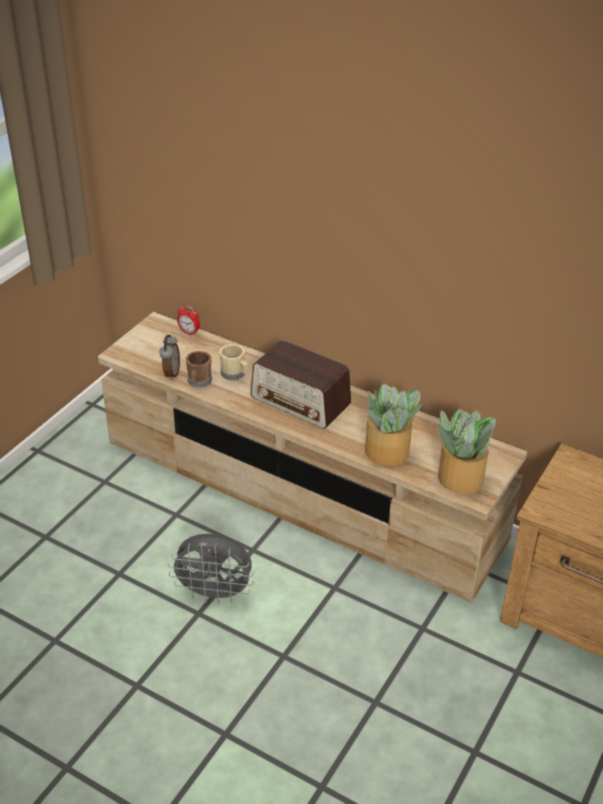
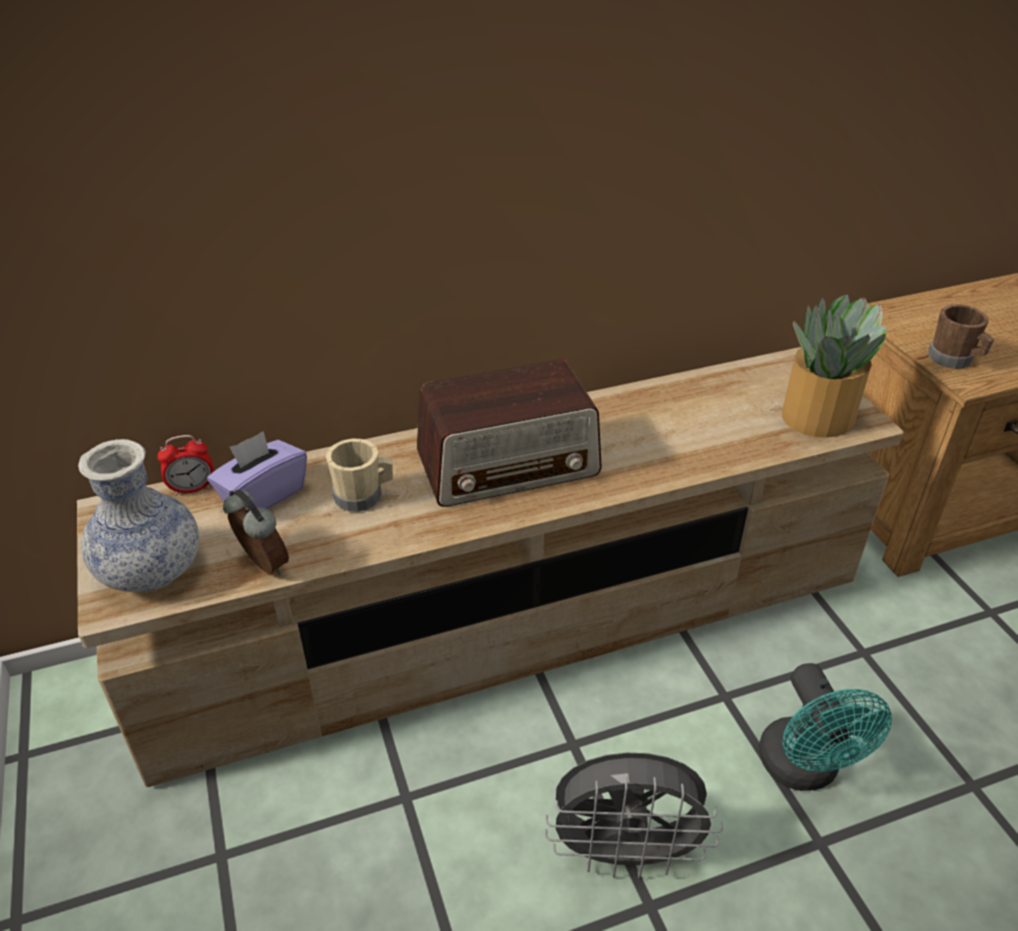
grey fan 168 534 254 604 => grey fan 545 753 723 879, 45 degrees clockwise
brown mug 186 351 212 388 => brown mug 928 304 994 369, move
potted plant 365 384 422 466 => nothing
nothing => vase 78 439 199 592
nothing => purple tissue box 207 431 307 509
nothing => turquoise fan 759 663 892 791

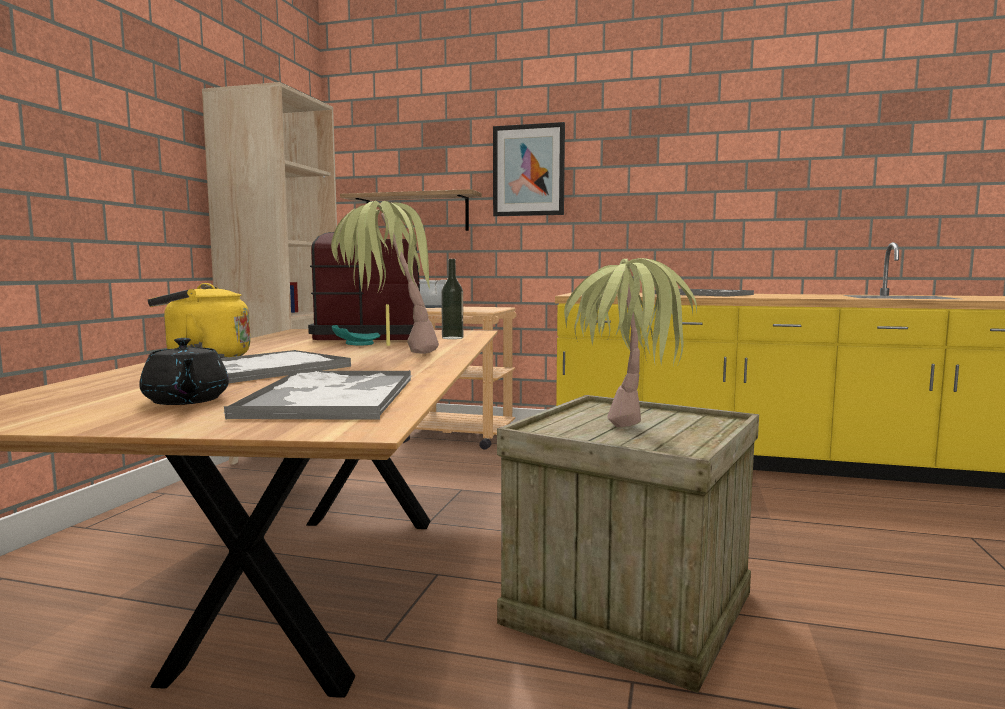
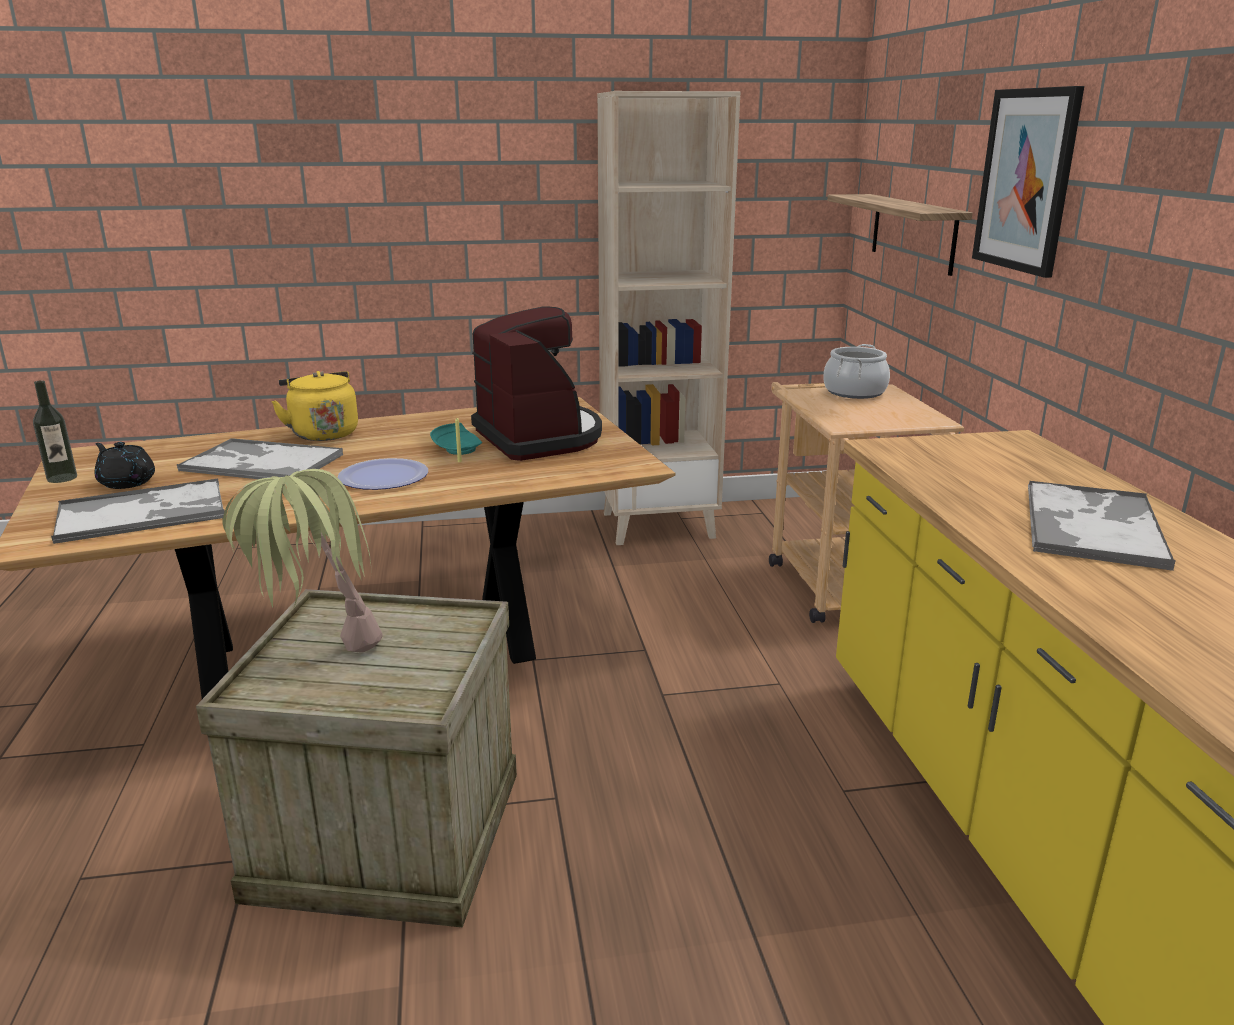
black teapot 139 338 229 405 => black teapot 95 442 155 489, 90 degrees clockwise
potted plant 331 201 439 354 => plate 338 458 428 490
bottle 441 259 463 339 => bottle 33 380 77 483, move

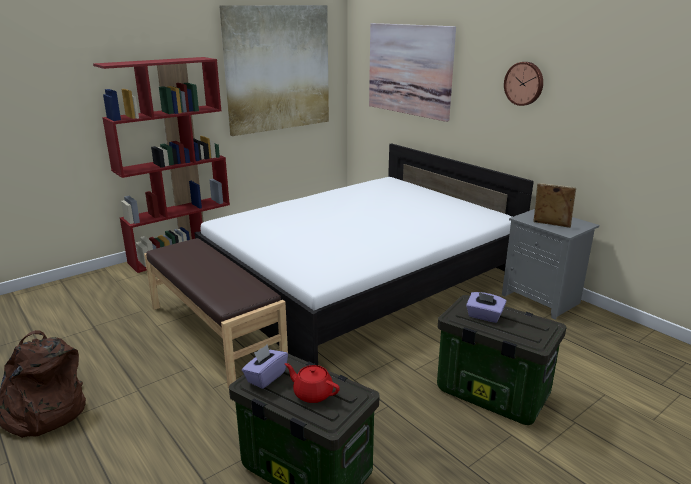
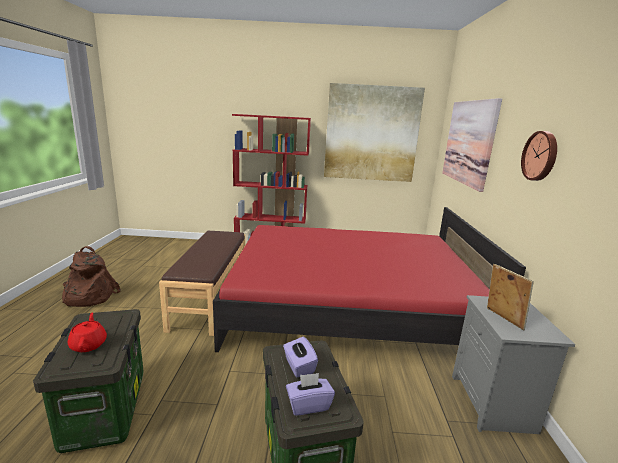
white bed 194 143 534 365 => red bed 213 207 526 352
purple tissue box 242 344 288 389 => purple tissue box 286 373 335 416, move

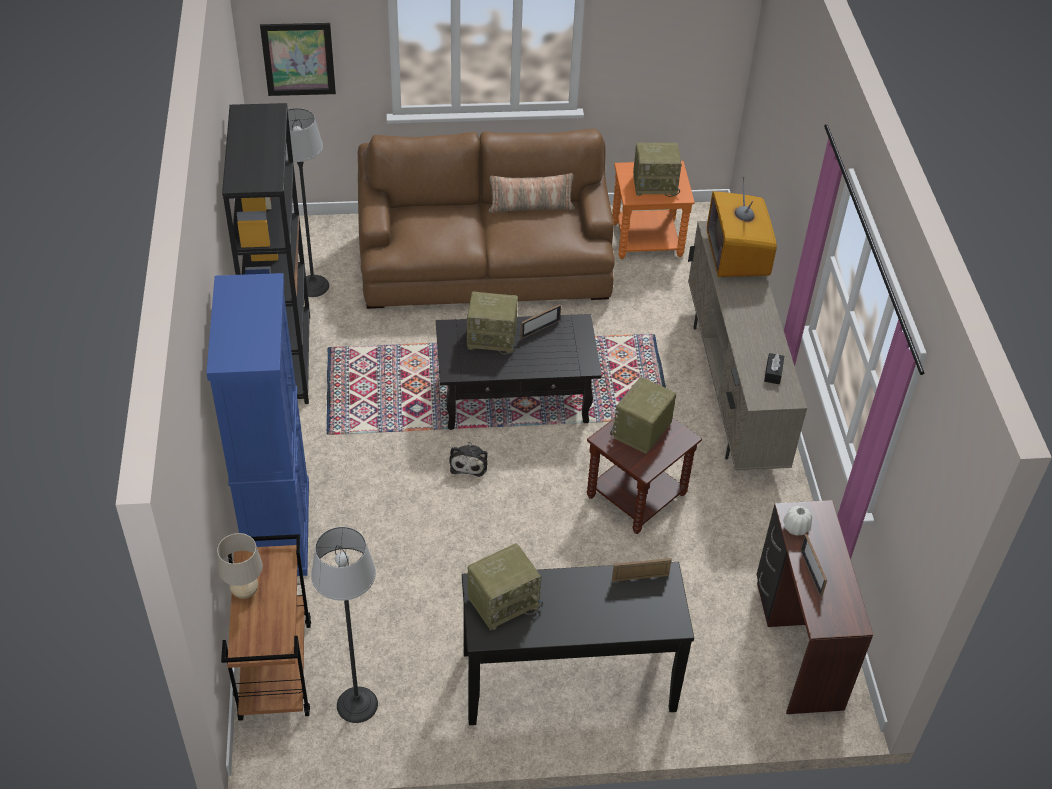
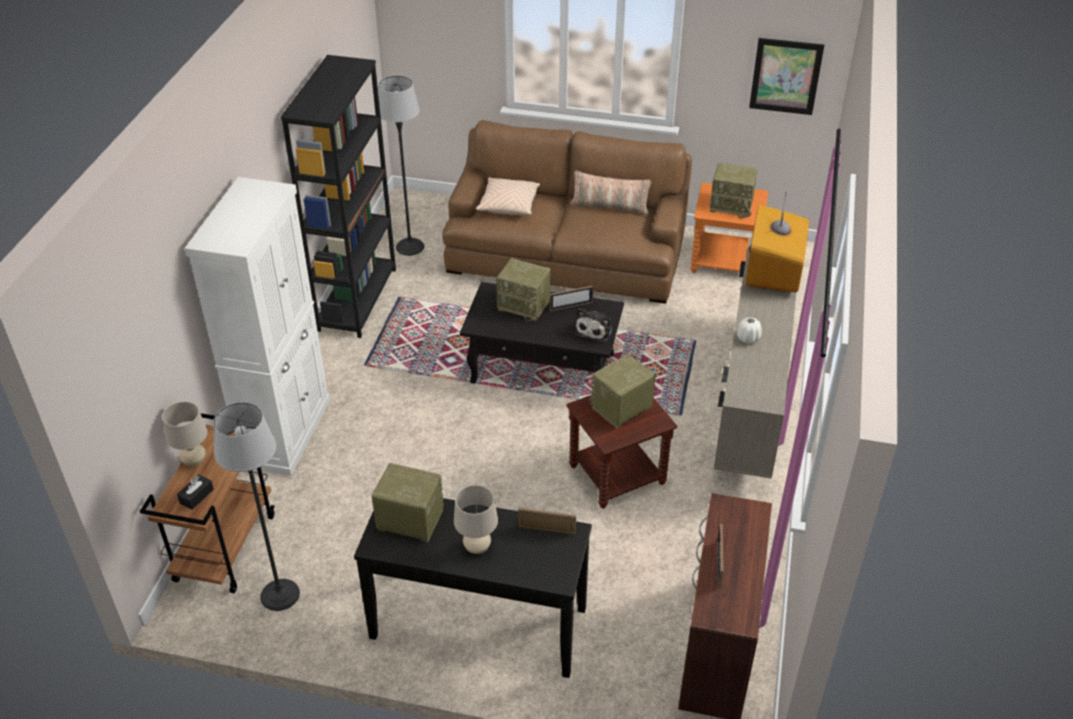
blue cabinet 206 273 309 576 => white cabinet 184 177 330 476
picture 260 23 336 96 => picture 749 38 824 115, move
plush toy 449 442 488 477 => plush toy 574 308 612 342, move
radio 468 543 543 630 => radio 372 463 444 542, 150 degrees counterclockwise
black tissue box 764 353 784 384 => black tissue box 177 474 214 510, move
white vase 783 505 812 536 => white vase 737 317 762 344, move
nothing => beige table lamp 454 485 498 554
nothing => beige pillow 476 177 540 215

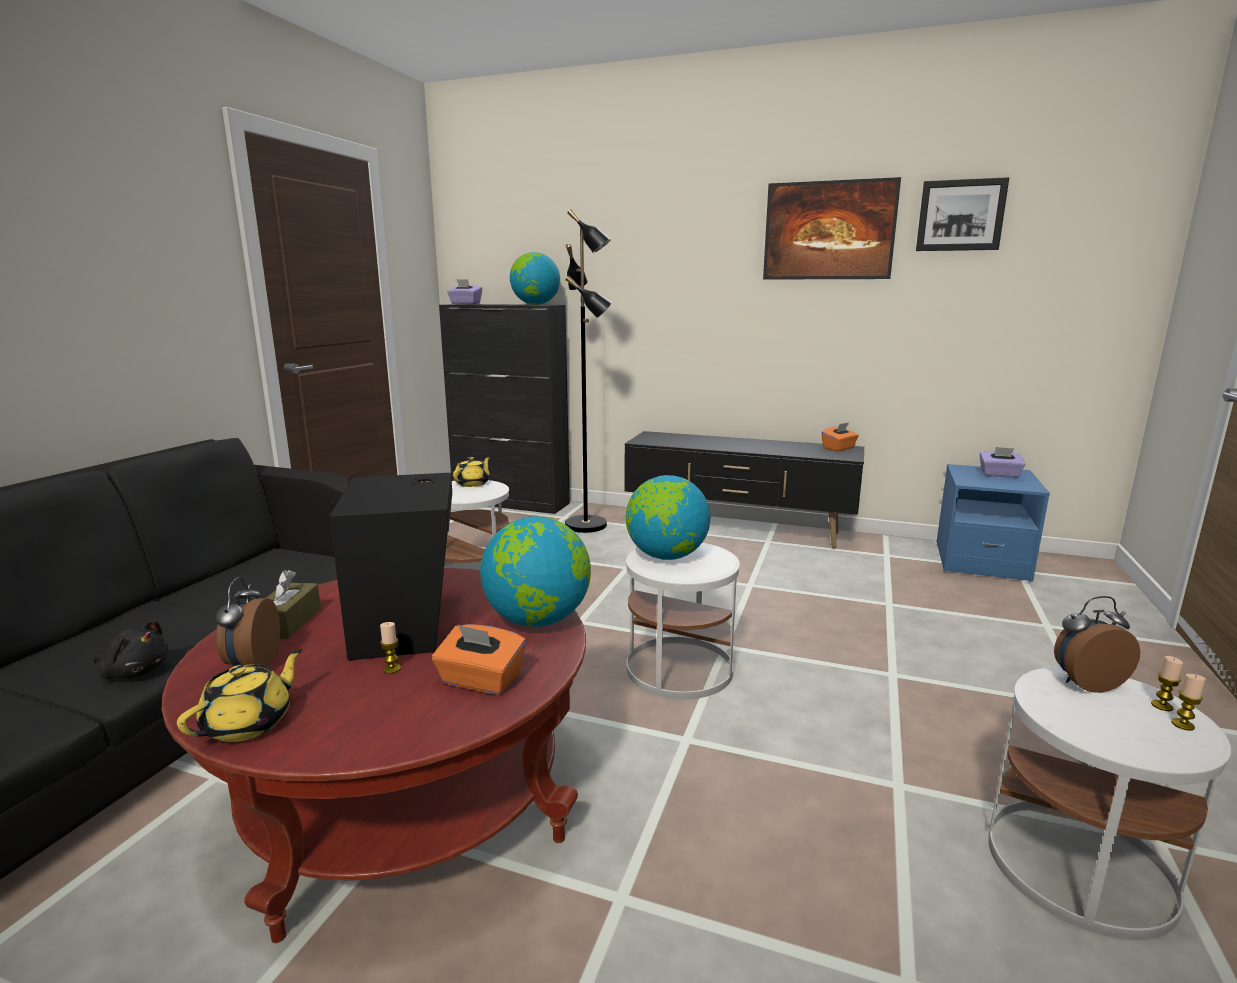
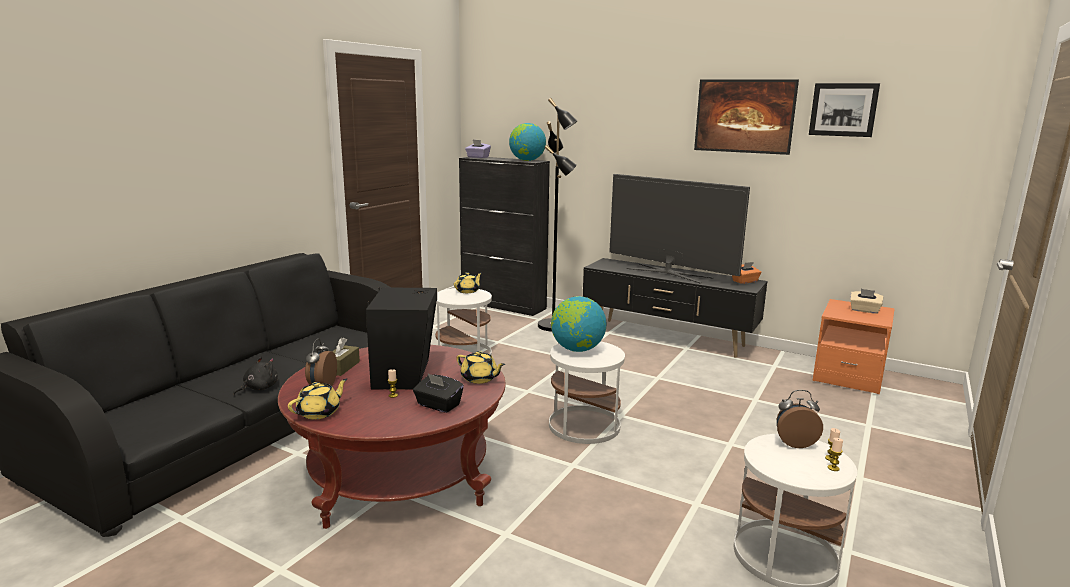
black plush toy 93 620 168 679 => black plush toy 233 357 278 395, 75 degrees counterclockwise
orange tissue box 432 624 526 695 => black tissue box 413 373 464 413
globe 480 516 591 627 => yellow teapot 457 351 505 384
blue nightstand 937 464 1050 582 => orange nightstand 812 299 895 394
purple tissue box 980 447 1025 478 => beige tissue box 850 289 883 314
nothing => television 609 174 750 284

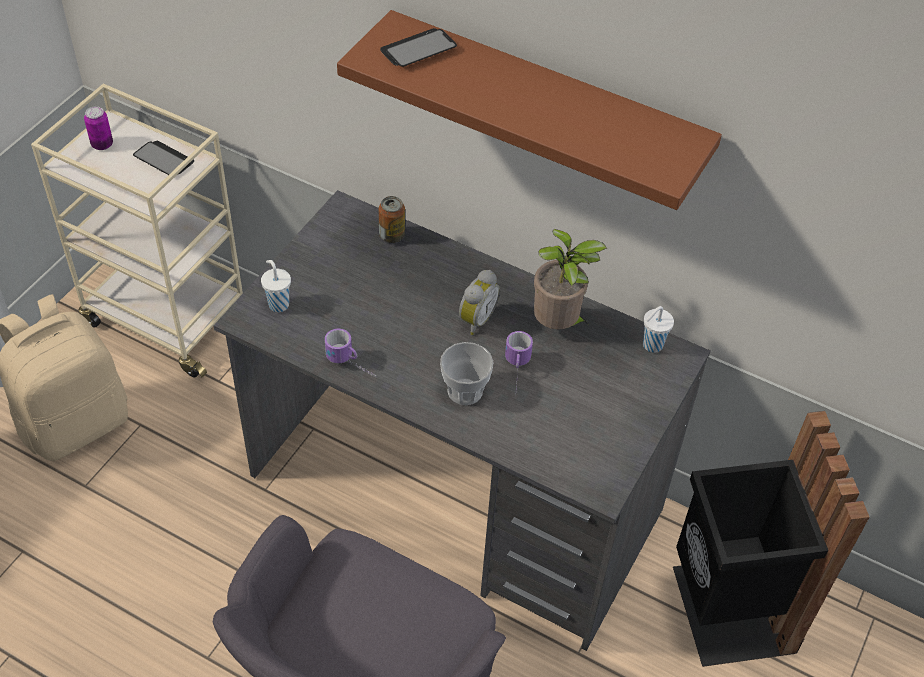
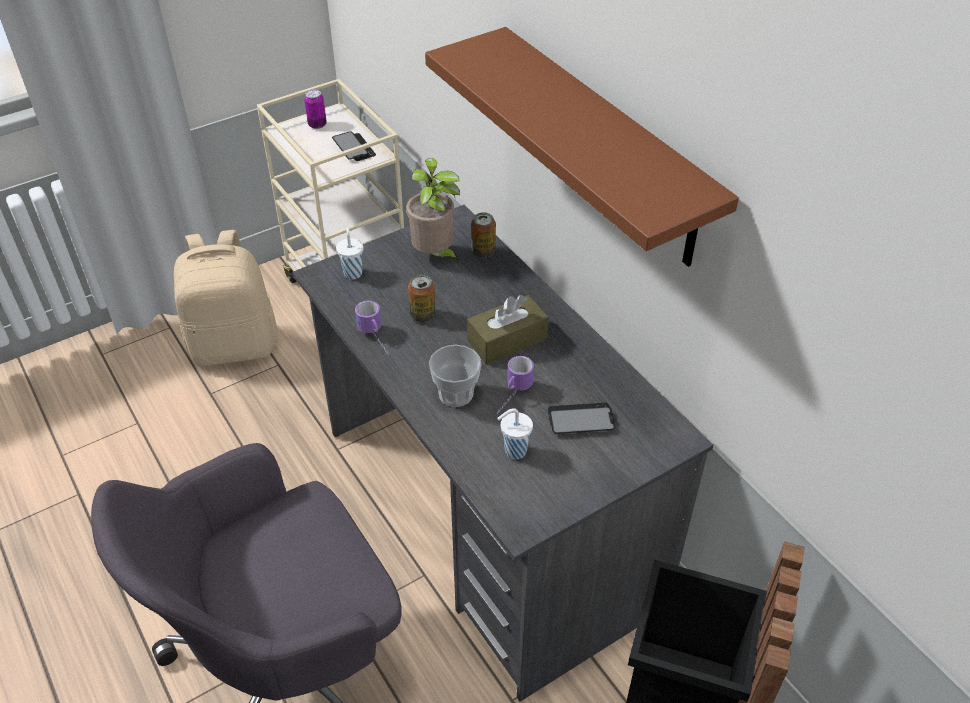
phone 380 28 457 67 => phone 548 403 616 434, move
alarm clock 459 270 500 335 => brown tissue box 467 295 549 364
potted plant 534 229 607 329 => potted plant 406 158 460 262, move
white cup 643 306 674 353 => white cup 497 408 533 459, move
nothing => can 408 274 436 322

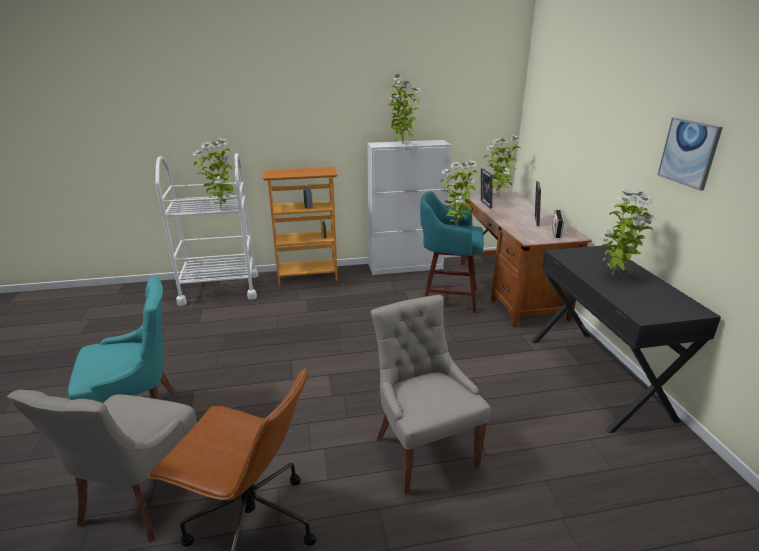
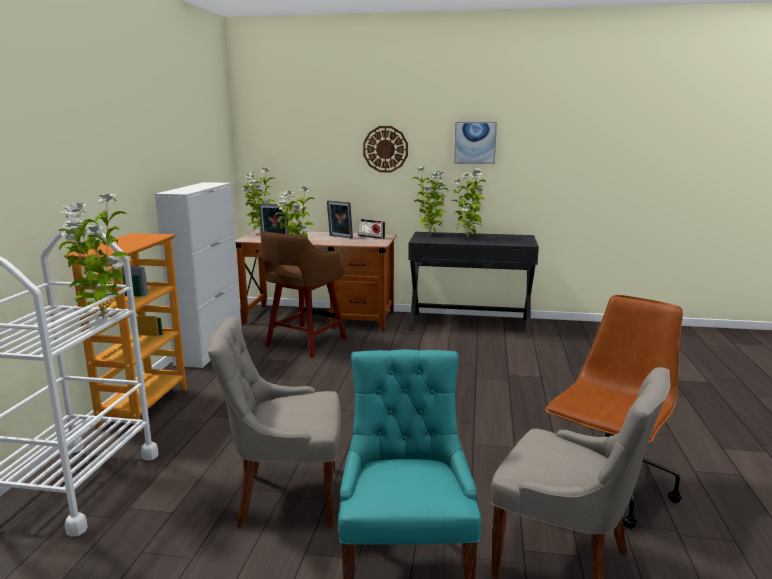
grey chair 370 295 491 495 => grey chair 207 317 341 528, move
potted plant 389 74 421 143 => potted plant 412 167 449 235, move
turquoise stool 420 191 484 313 => brown stool 261 231 347 358
nothing => wall clock 363 126 408 172

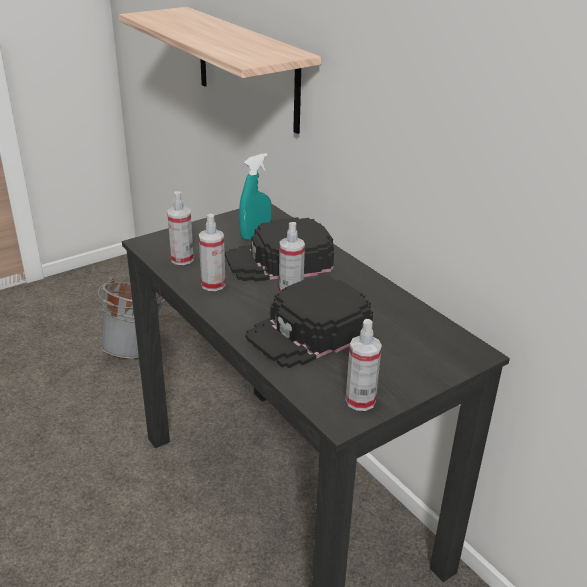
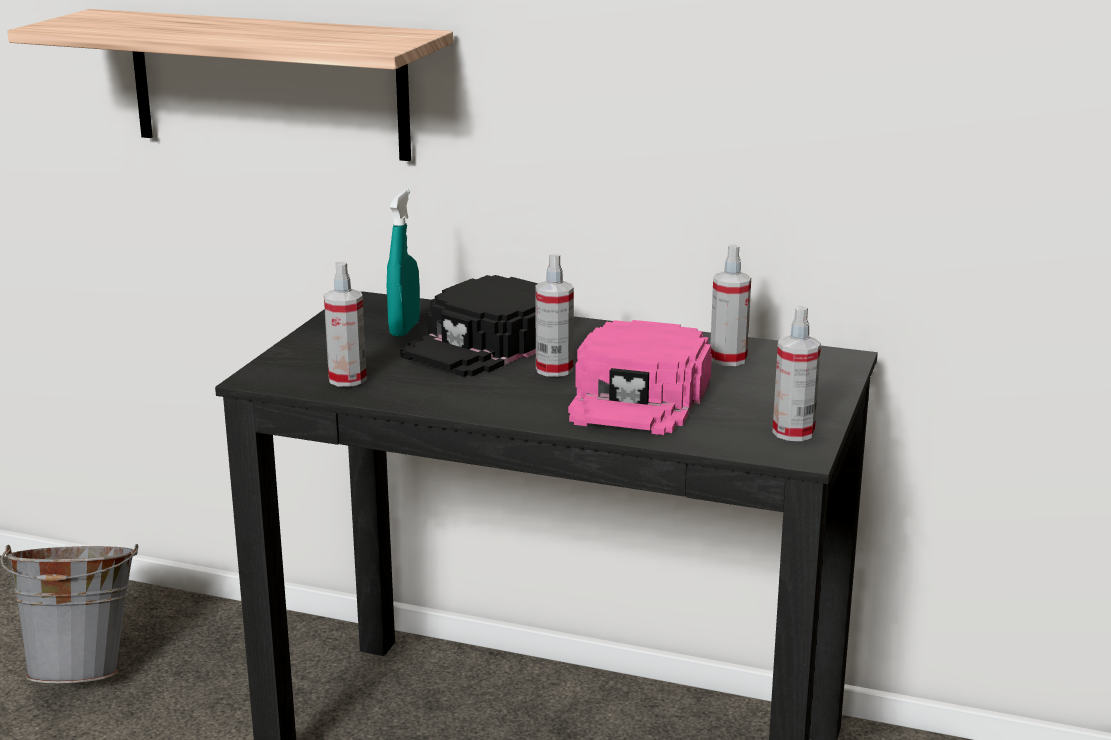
spray bottle 199 214 226 291 => spray bottle 710 244 751 366, move
black cap 245 275 373 368 => pink cap 568 320 712 435

